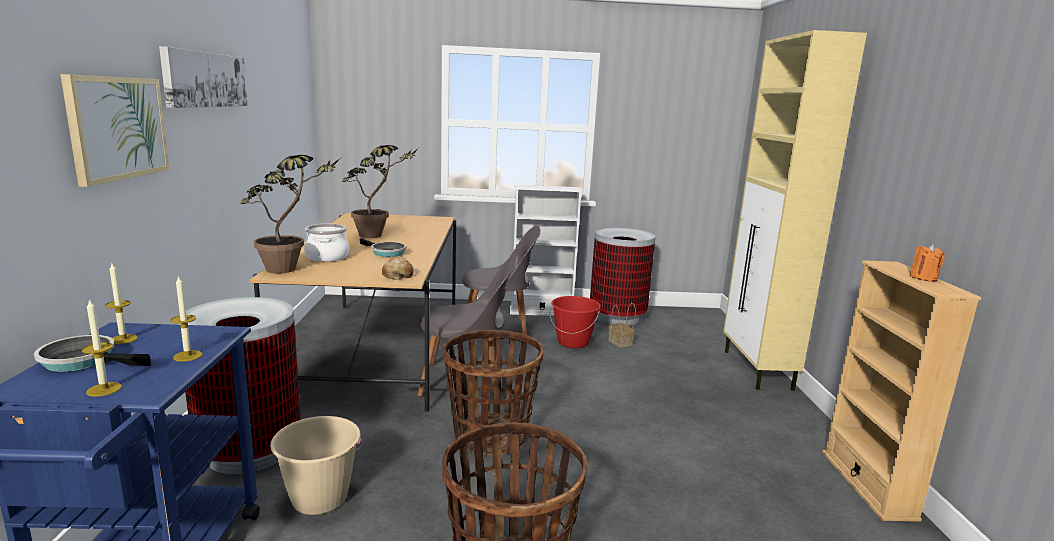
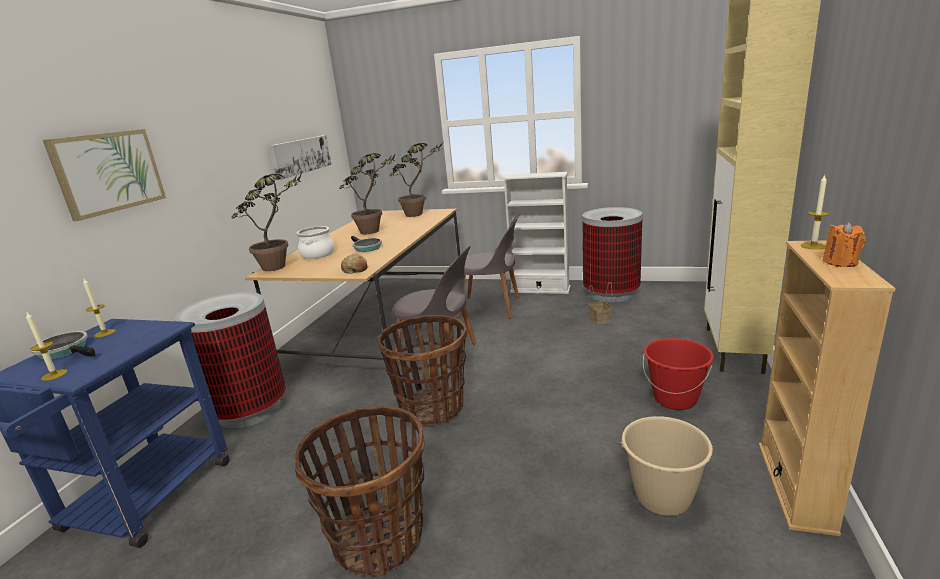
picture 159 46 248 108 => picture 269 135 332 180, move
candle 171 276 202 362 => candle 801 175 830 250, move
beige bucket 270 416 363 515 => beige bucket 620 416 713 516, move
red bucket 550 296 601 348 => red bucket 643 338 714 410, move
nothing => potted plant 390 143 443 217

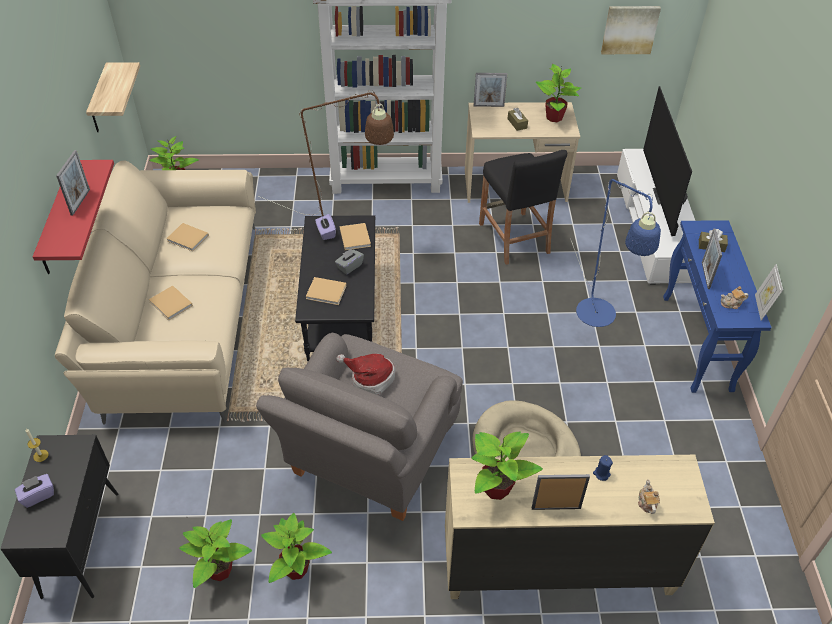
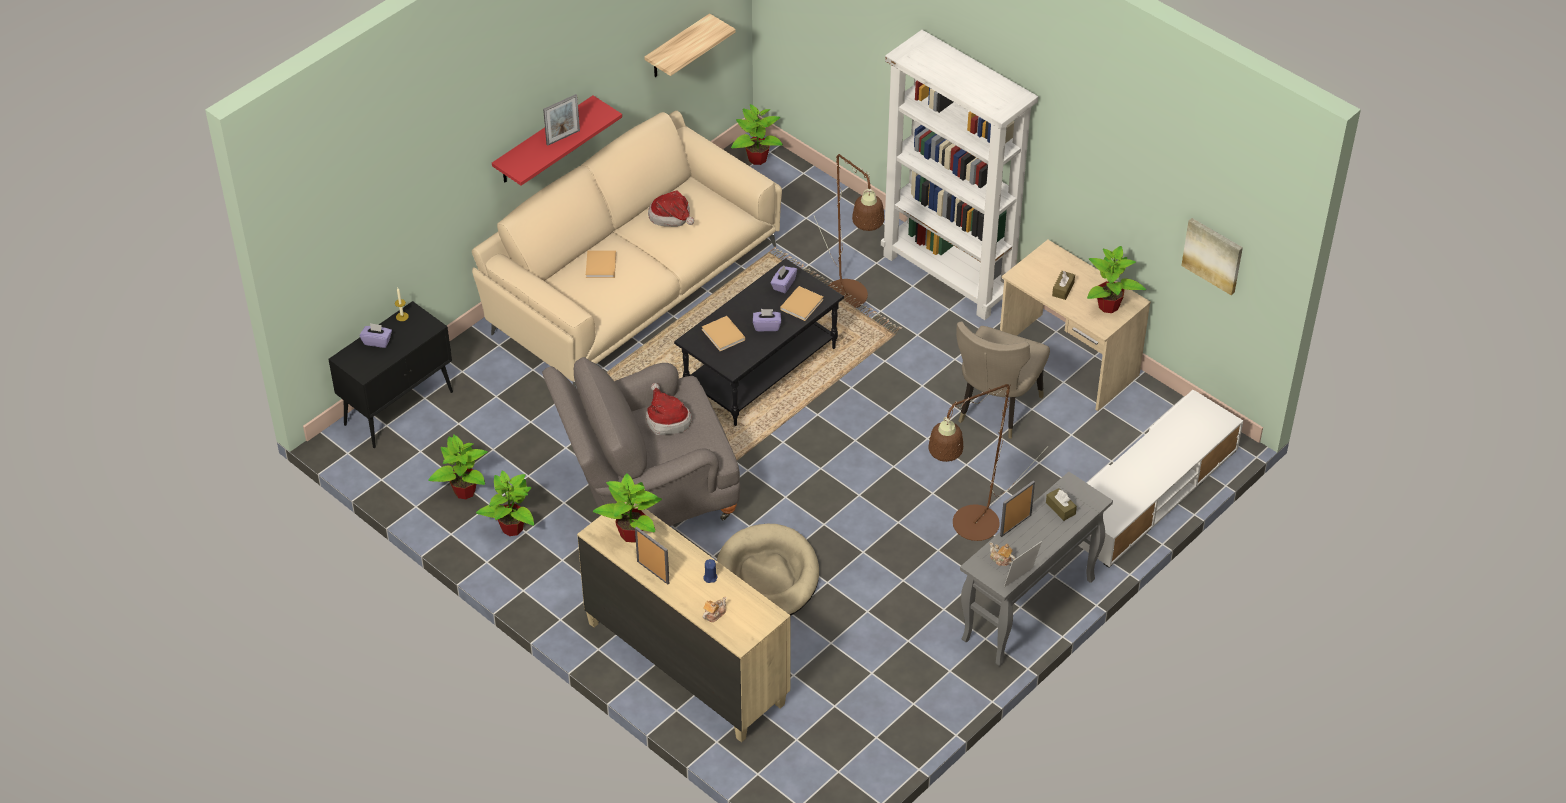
beige book 166 223 209 252 => hat 648 191 694 227
grey tissue box 335 248 364 274 => purple tissue box 753 309 781 331
picture frame 474 73 507 107 => nothing
black stool 479 150 567 265 => beige chair 956 321 1050 439
blue floor lamp 571 179 661 327 => brown floor lamp 928 384 1048 541
television 643 86 692 236 => nothing
blue console table 663 220 772 393 => grey console table 960 472 1113 666

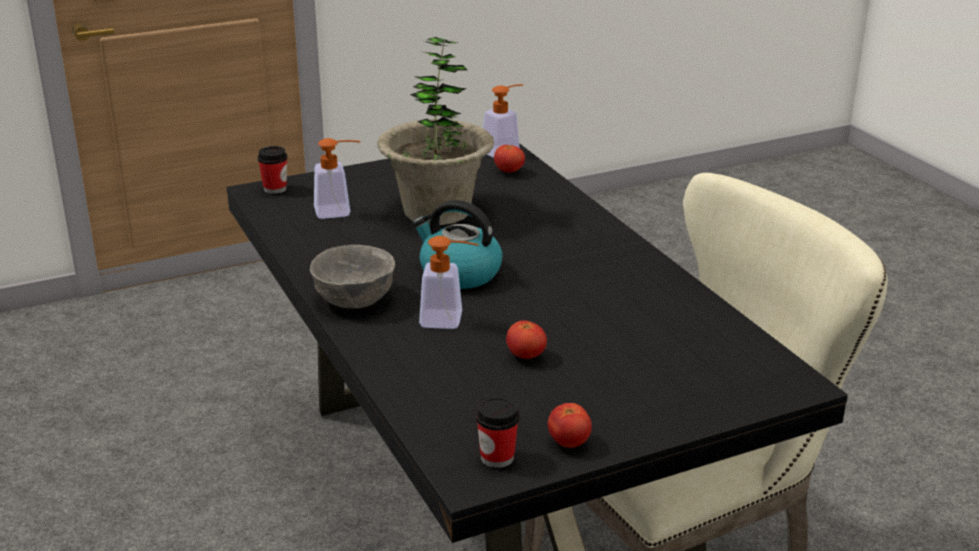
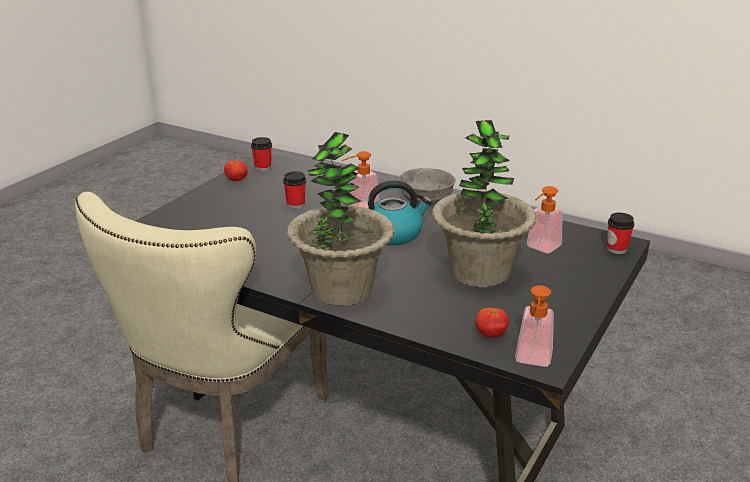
tomato 506 320 547 359 => cup 283 171 306 209
nothing => potted plant 286 132 394 306

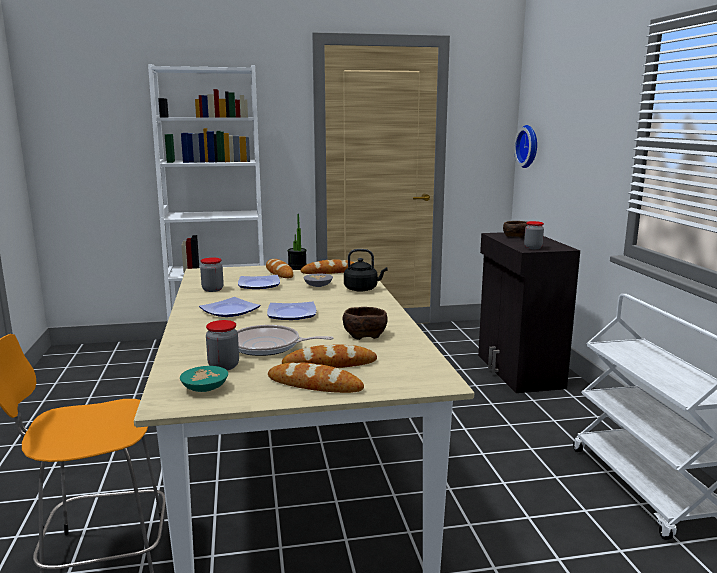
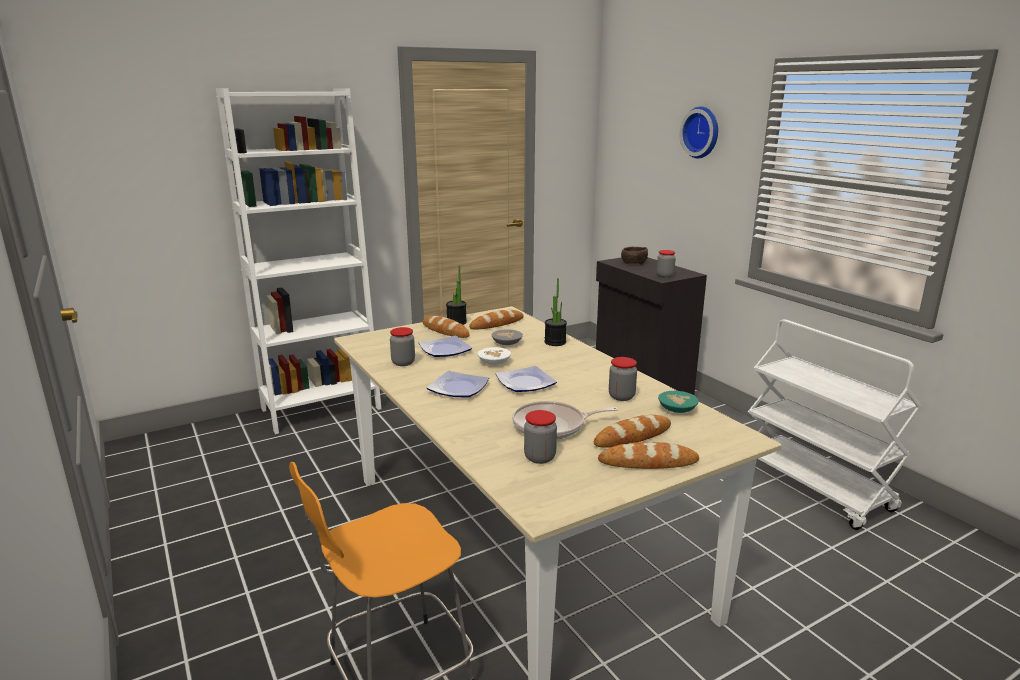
turquoise bowl 180 366 228 392 => turquoise bowl 658 391 699 413, move
brown bowl 343 307 388 340 => jar 609 357 637 401
black kettle 344 249 388 292 => potted plant 544 278 567 346
wall clock 514 125 537 168 => wall clock 680 106 718 158, move
nothing => white bowl 478 347 511 365

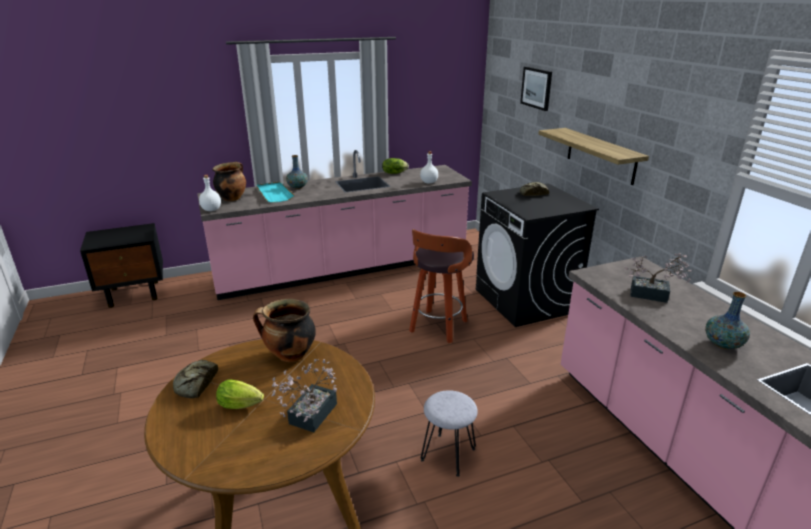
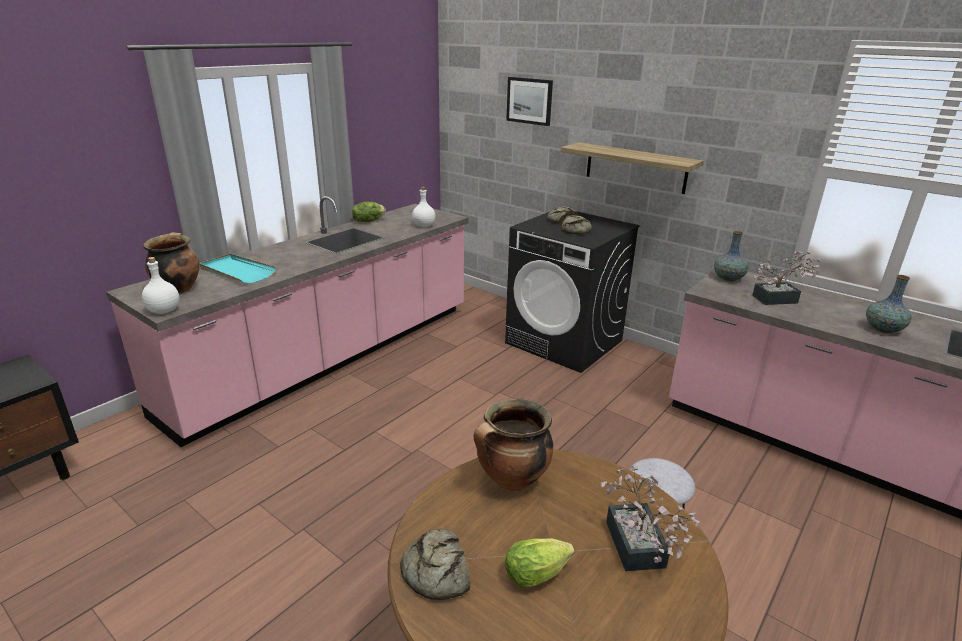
vase 286 155 308 189 => vase 714 231 749 281, move
stool 409 229 474 343 => nothing
nothing => bread 562 215 592 235

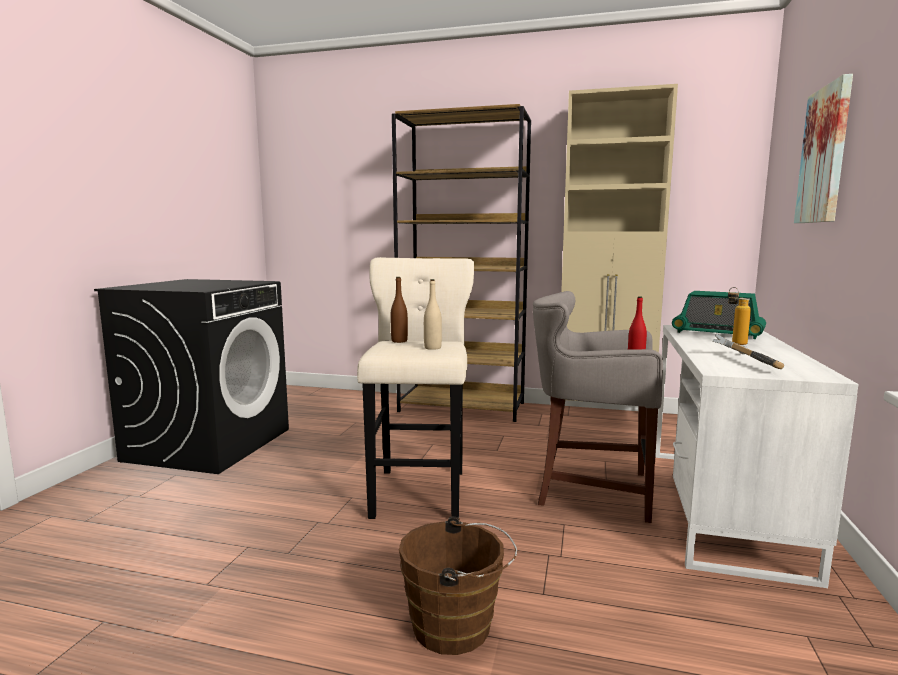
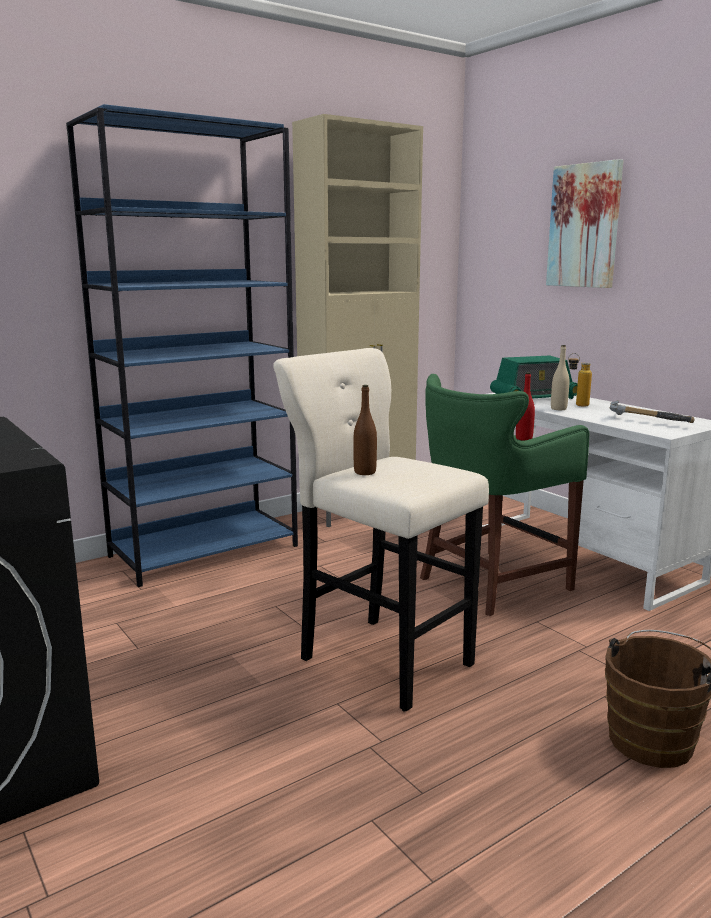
brown bookcase 392 104 531 422 => blue bookcase 66 104 298 587
beige bottle 424 279 442 350 => beige bottle 551 345 569 410, move
grey stool 533 291 663 523 => green stool 420 374 589 616

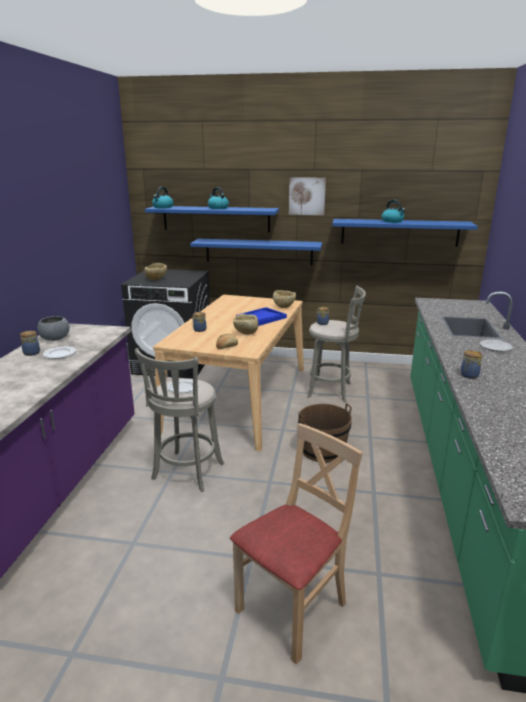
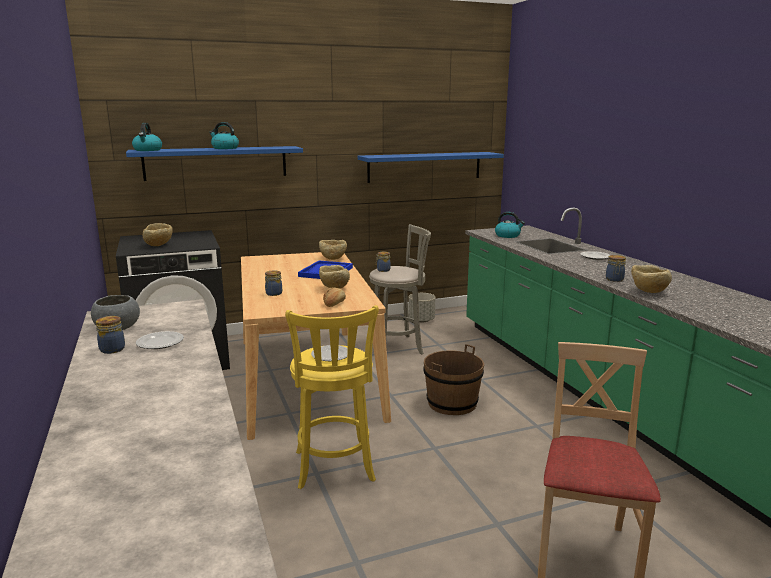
grey stool 135 348 224 492 => yellow stool 285 305 379 489
blue shelf 190 239 322 265 => nothing
picture 289 177 326 215 => nothing
kettle 382 200 405 223 => kettle 495 212 525 238, move
nothing => grey planter 408 293 435 323
nothing => beige bowl 631 265 672 293

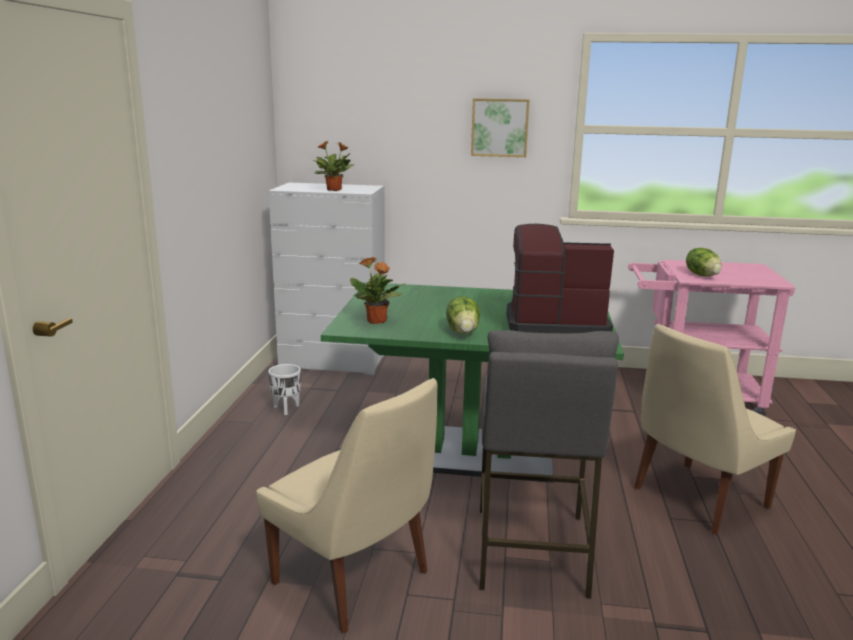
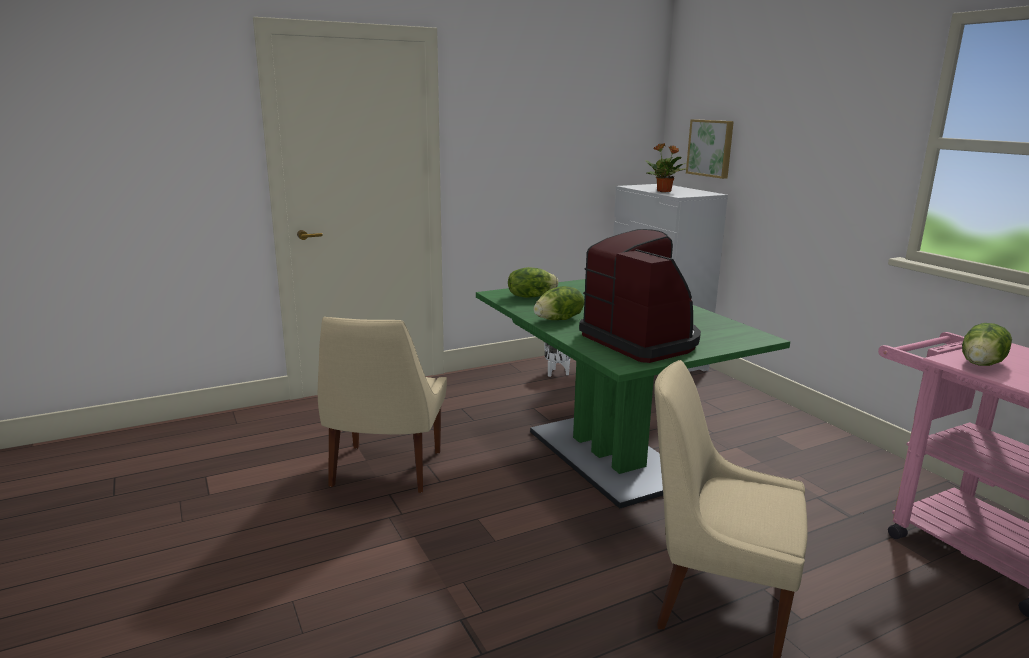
potted plant 350 257 405 324 => lettuce 508 267 558 298
picture 471 98 529 157 => picture 686 119 734 179, move
grey stool 480 330 619 599 => nothing

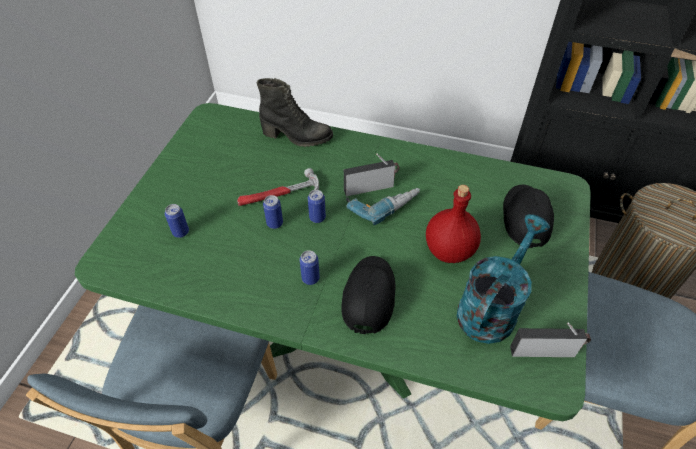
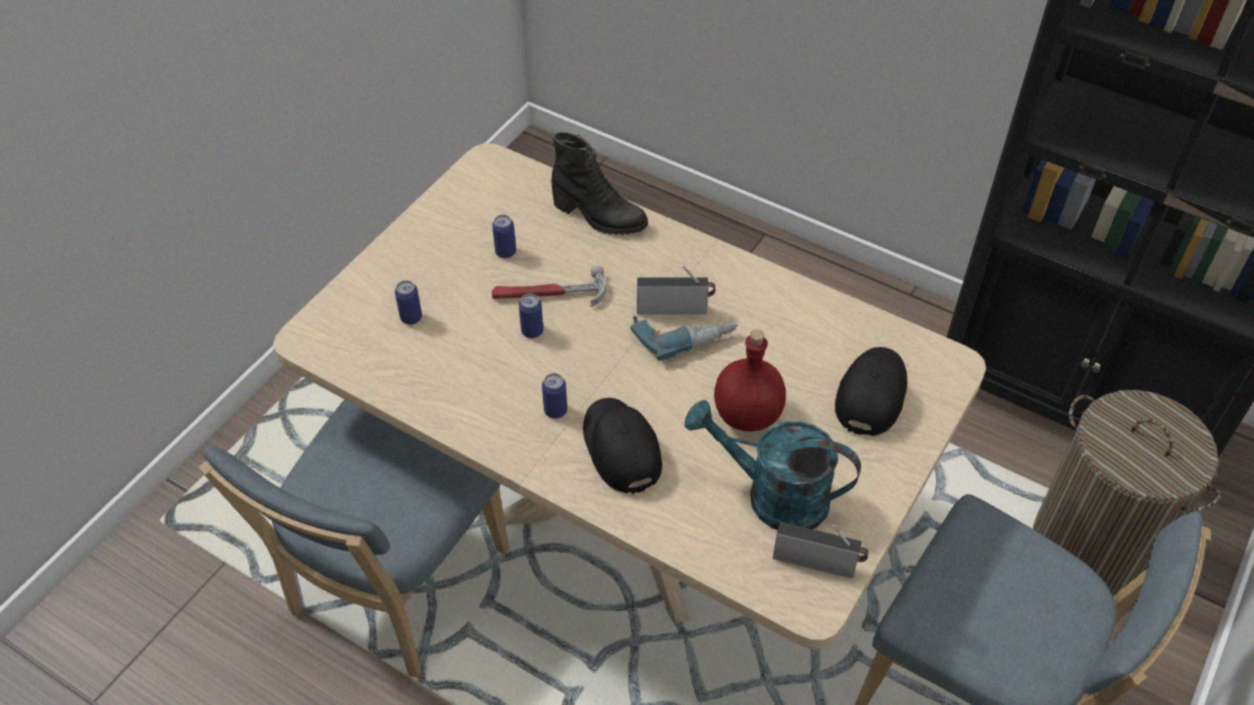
green dining table 75 103 591 421 => beige dining table 273 143 986 649
can 308 190 326 223 => can 492 215 516 258, move
black cap 341 256 396 334 => black cap 583 398 662 495, 45 degrees counterclockwise
turquoise watering can 457 214 550 344 => turquoise watering can 684 400 861 530, 120 degrees counterclockwise

